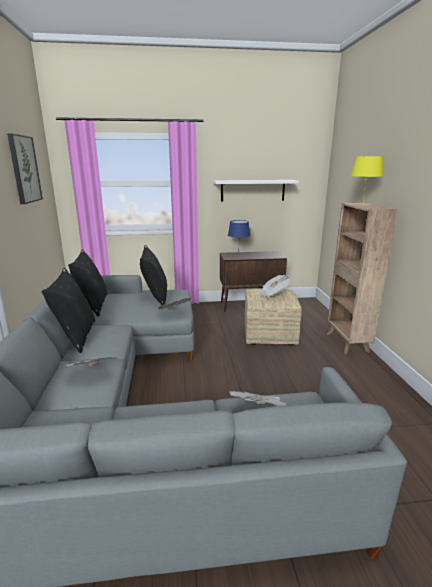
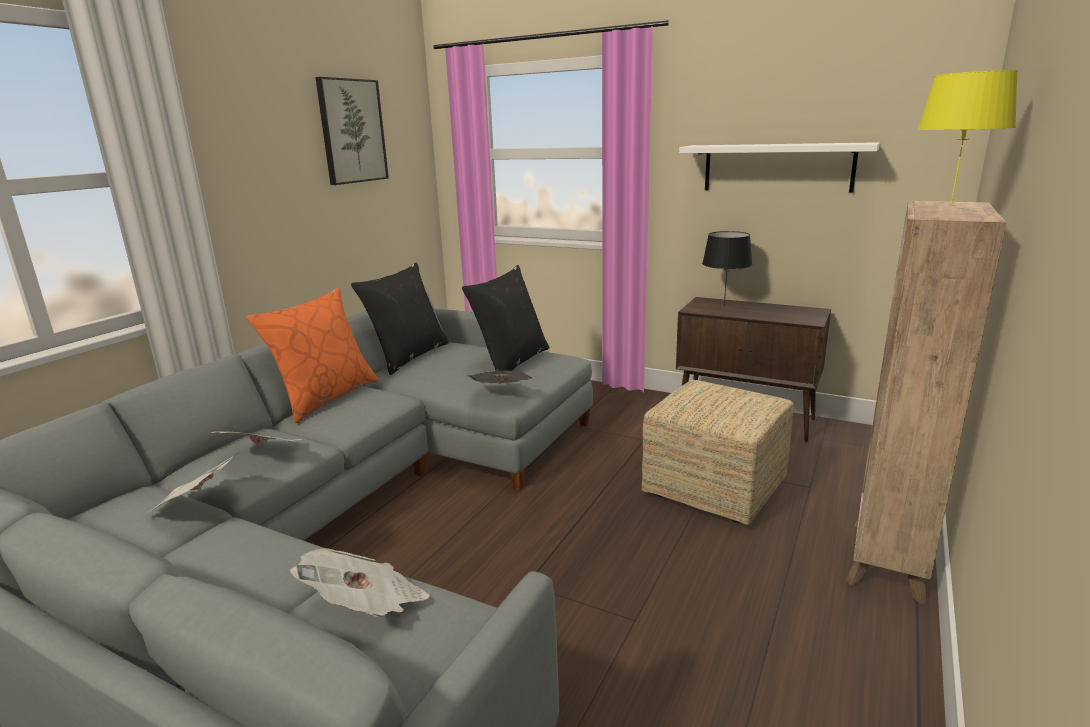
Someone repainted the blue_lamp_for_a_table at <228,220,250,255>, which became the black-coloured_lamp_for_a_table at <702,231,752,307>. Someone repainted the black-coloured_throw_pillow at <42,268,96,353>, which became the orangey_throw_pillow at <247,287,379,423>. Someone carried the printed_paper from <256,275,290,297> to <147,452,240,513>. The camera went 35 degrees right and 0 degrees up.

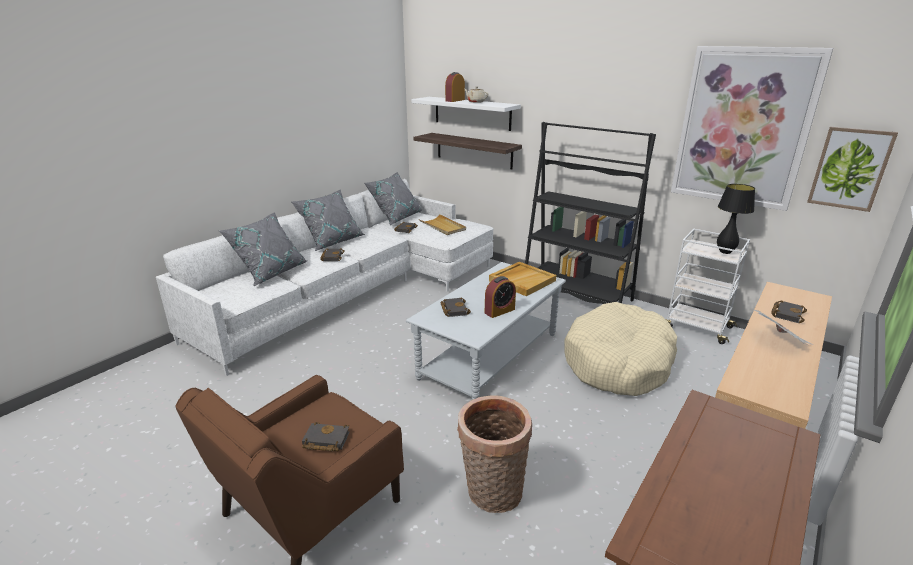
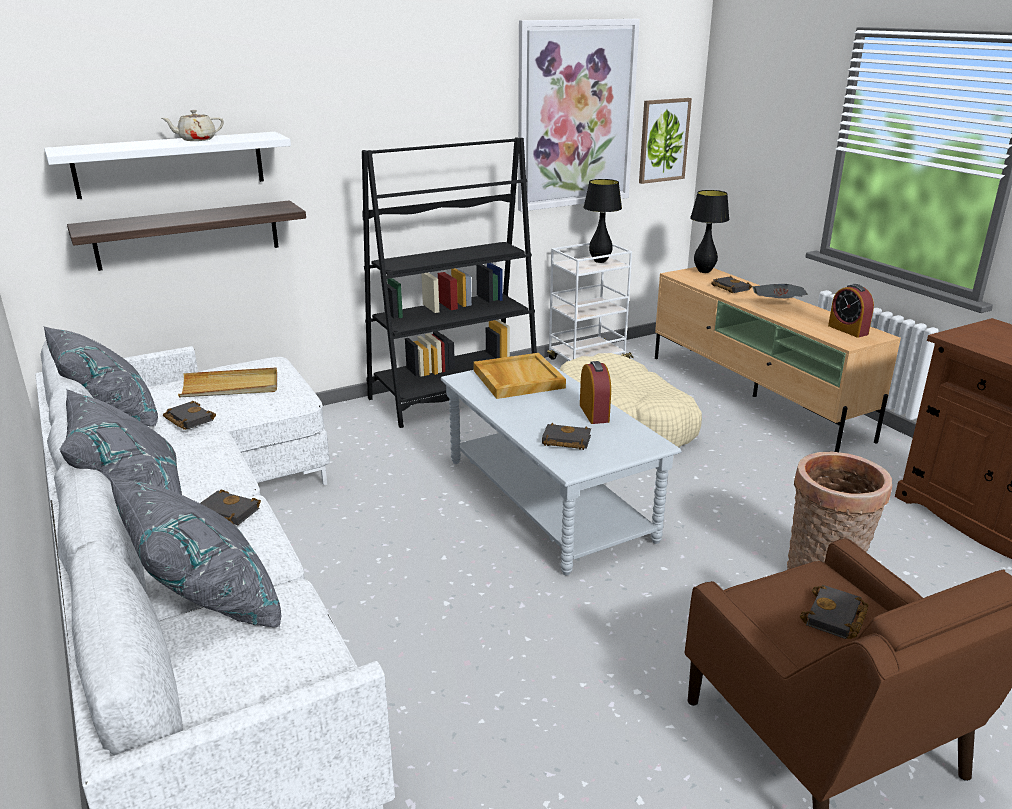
Someone carried the bedside_clock from <445,72,465,102> to <828,284,874,338>. Someone put down the black-coloured_lamp_for_a_table at <690,190,729,273>. The camera went 65 degrees left and 0 degrees up.

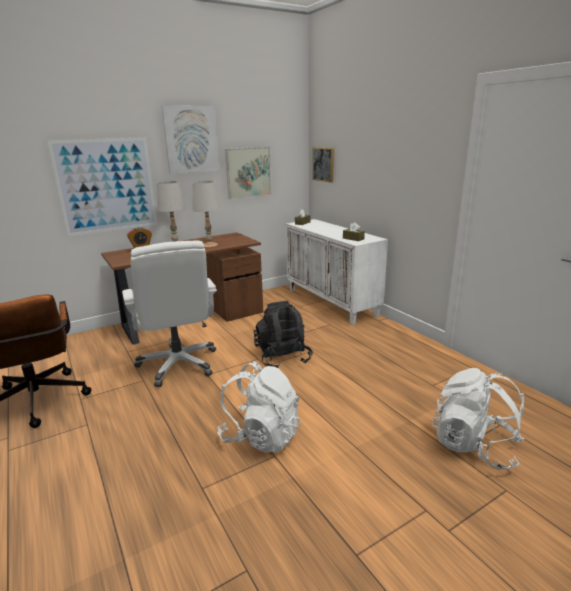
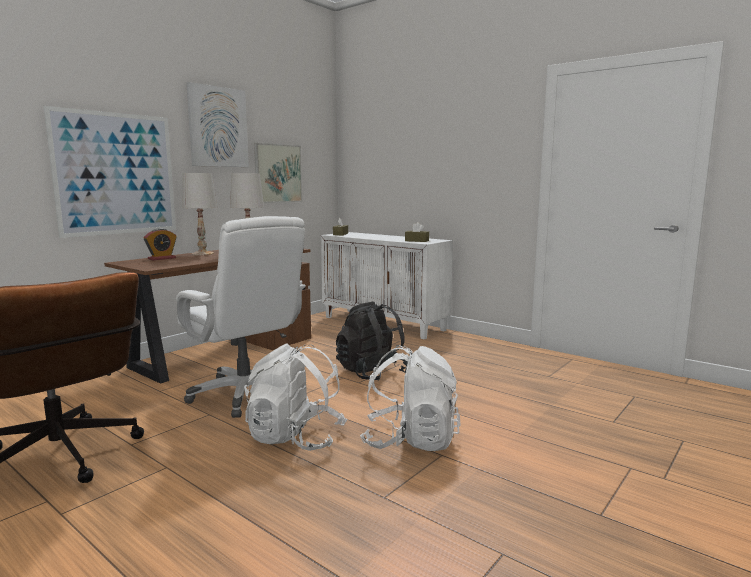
Someone took away the wall_art at <313,147,334,183>. Someone carried the white_backpack from <432,368,525,470> to <244,343,347,451>. The camera went 20 degrees left and 10 degrees down.

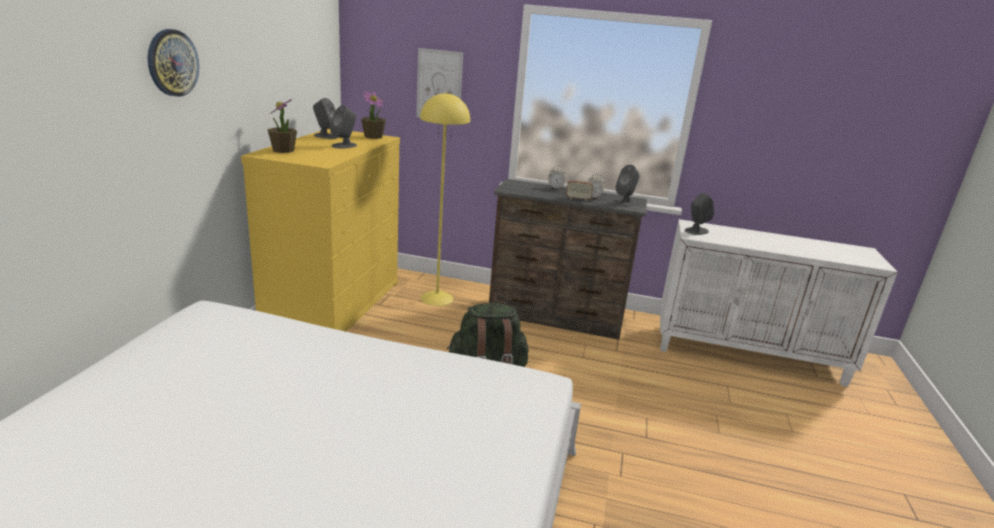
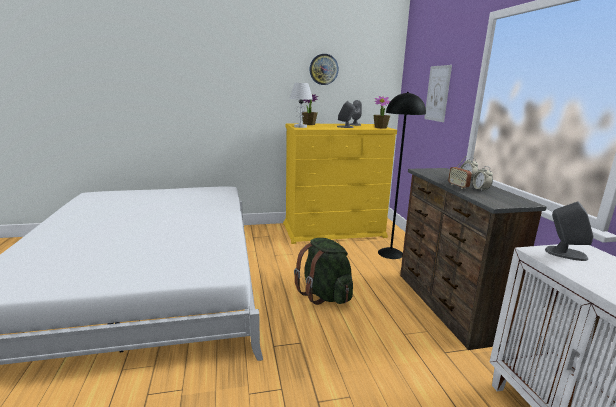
Someone carried the clock_on_the_wall from <148,29,199,97> to <309,54,338,85>. Someone repainted the yellowish_standing_lamp at <420,92,470,306>, which became the black-coloured_standing_lamp at <378,92,426,259>. Someone took away the greyish_loudspeaker at <614,165,640,207>. Someone put down the white_lamp_for_a_table at <289,83,313,128>. The camera went 65 degrees right and 5 degrees down.

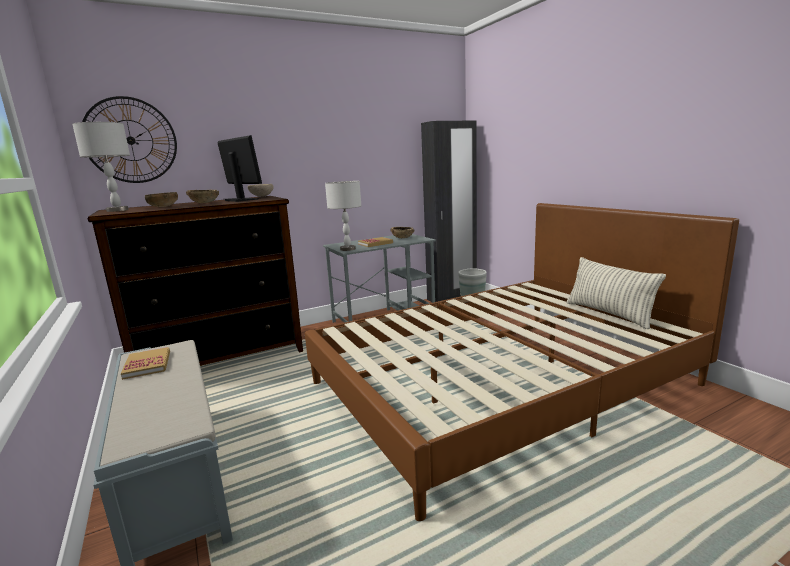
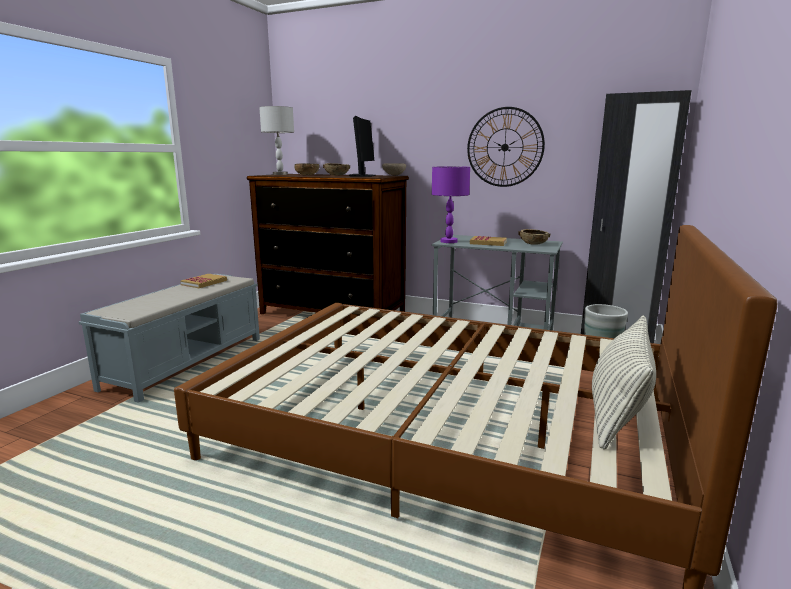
Someone carried the clock_on_the_wall from <82,96,177,183> to <467,107,545,187>. Someone repainted the greyish_lamp_for_a_table at <325,181,361,251>, which became the purple-coloured_lamp_for_a_table at <432,166,470,243>. The camera went 50 degrees right and 0 degrees up.

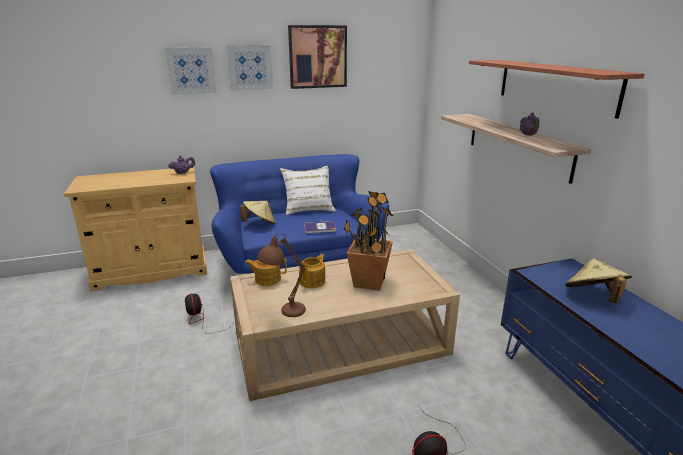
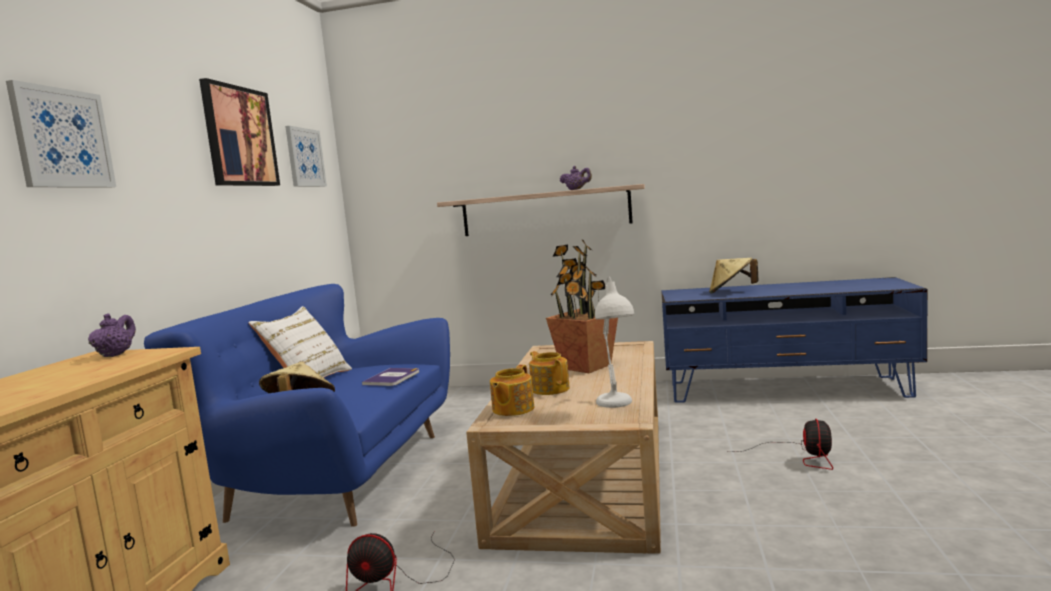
Someone carried the wall_art from <227,45,273,91> to <285,126,327,187>. Someone took away the bracket_shelf at <469,60,645,119>. Someone repainted the brownish_lamp_for_a_table at <257,234,306,317>, which became the white_lamp_for_a_table at <595,277,634,408>. The camera went 60 degrees left and 15 degrees down.

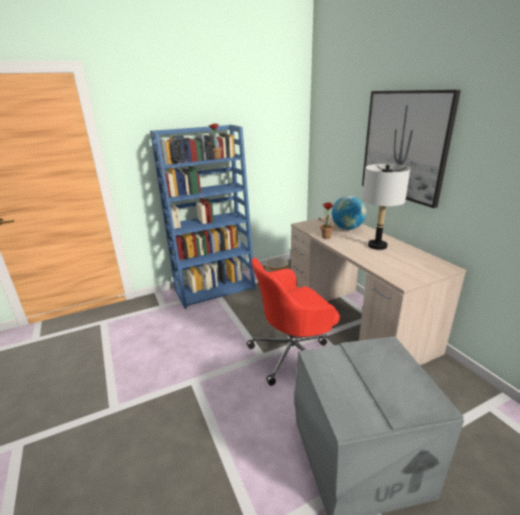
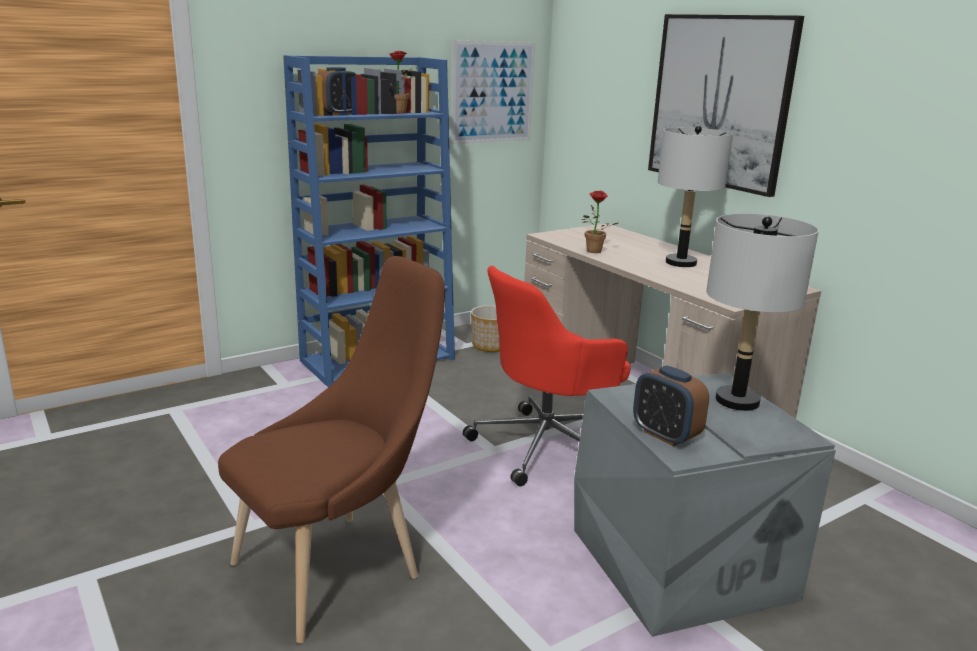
Someone took away the world_globe at <332,196,367,230>. Someone put up the wall_art at <451,40,535,144>. Someone put down the greyish_lamp_for_a_table at <706,213,819,411>. Someone put down the brownish_plain_chair at <218,256,445,643>. Someone put down the bedside_clock at <633,365,709,446>. The camera went 10 degrees left and 5 degrees down.

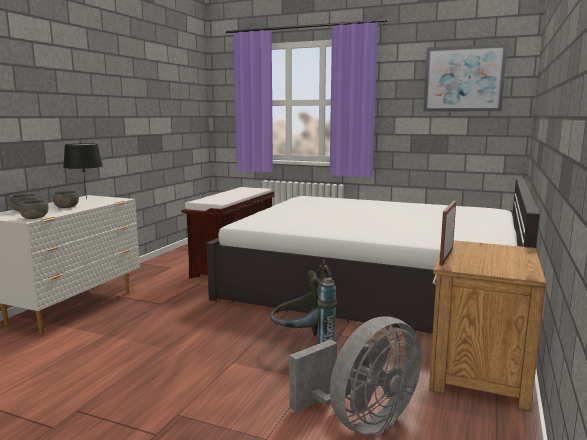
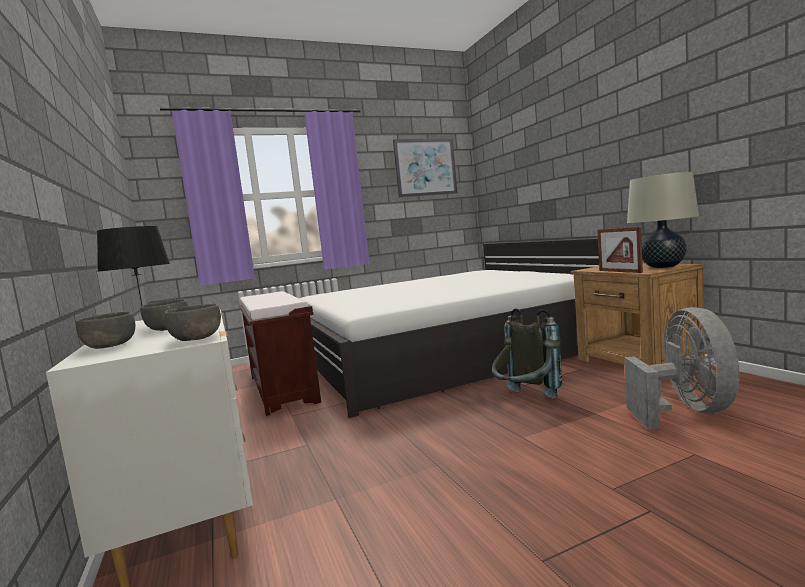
Someone put down the beige_lamp_for_a_table at <627,172,699,268>. The camera went 45 degrees left and 5 degrees down.

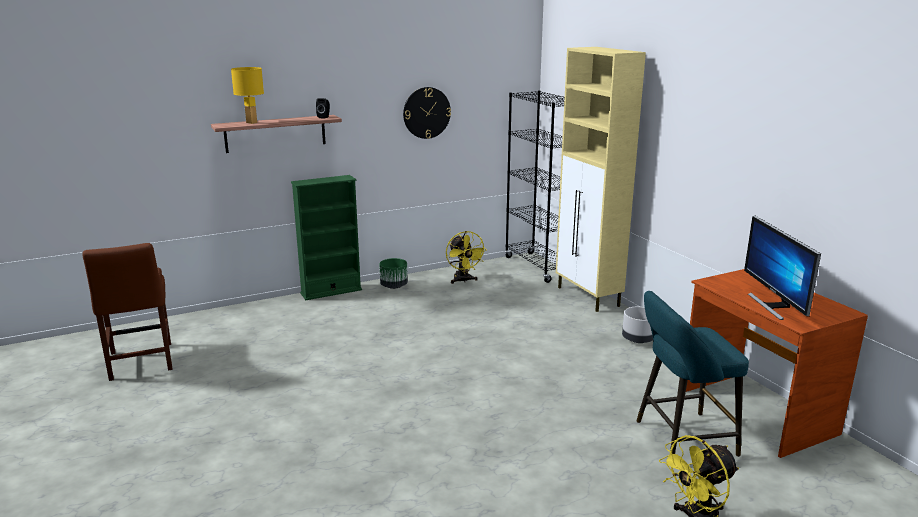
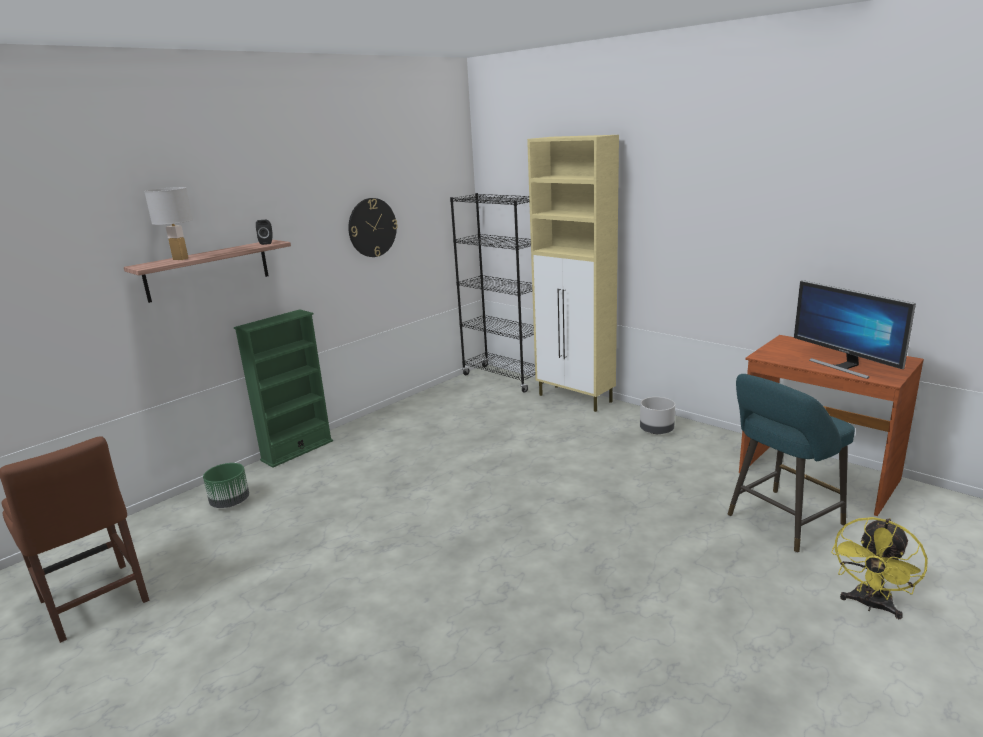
Someone repainted the yellowish_lamp_for_a_table at <231,67,264,124>, which became the white_lamp_for_a_table at <144,187,193,260>. Someone took away the yellowish_cooling_fan at <446,231,487,284>. Someone carried the green_plant_pot from <379,258,408,289> to <203,463,249,508>. The camera went 20 degrees left and 0 degrees up.

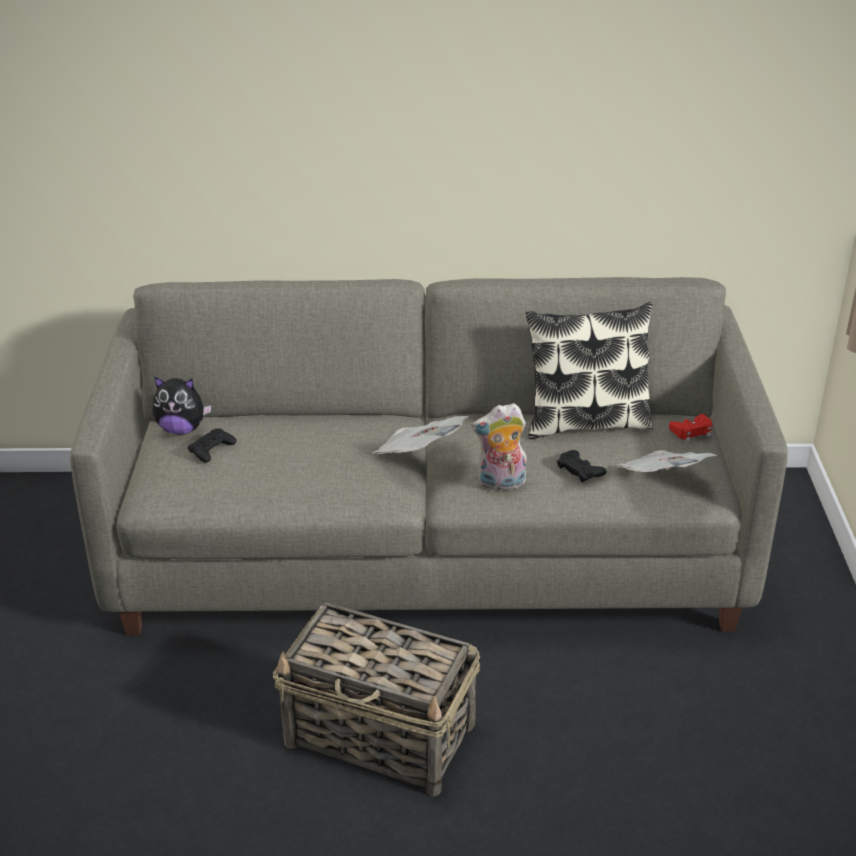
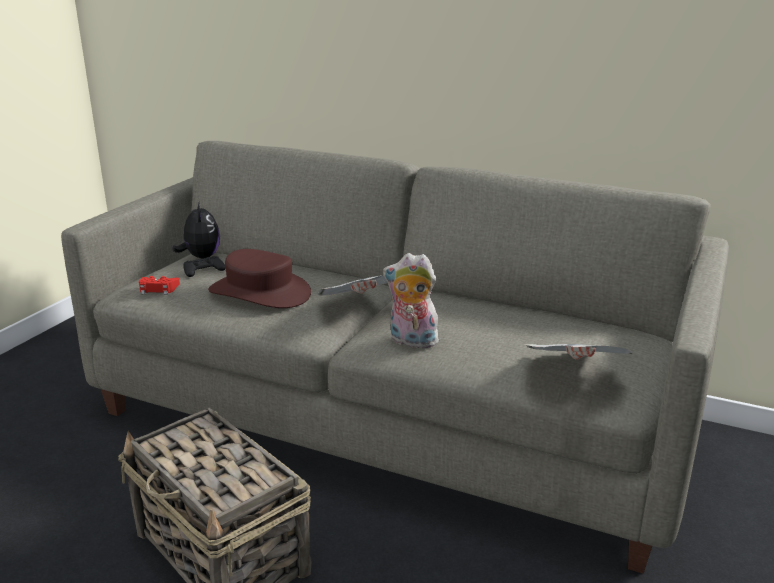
Someone took away the throw_pillow at <525,302,654,439>. Someone rotated the plush_toy at <153,377,211,435> by 135 degrees counterclockwise. Someone carried the red-coloured_joypad from <669,414,712,442> to <139,276,180,295>. Someone took away the black-coloured_joypad at <557,450,607,483>. Someone put down the brownish_clothing_hat at <208,249,311,308>. The camera went 25 degrees right and 10 degrees down.

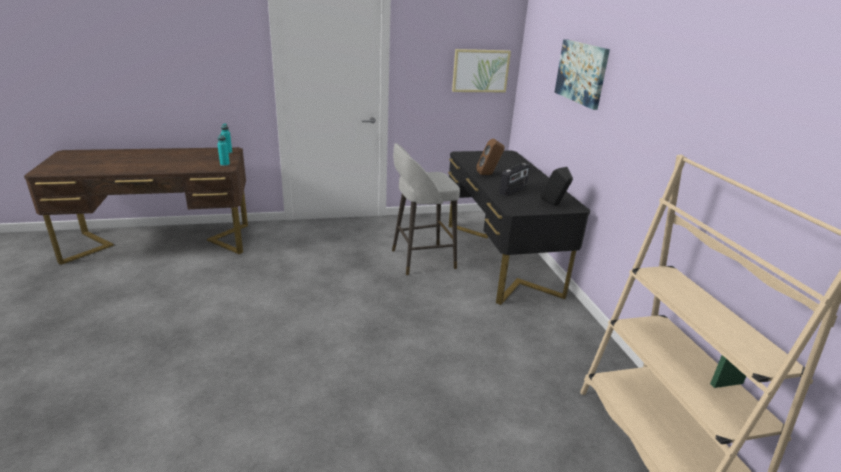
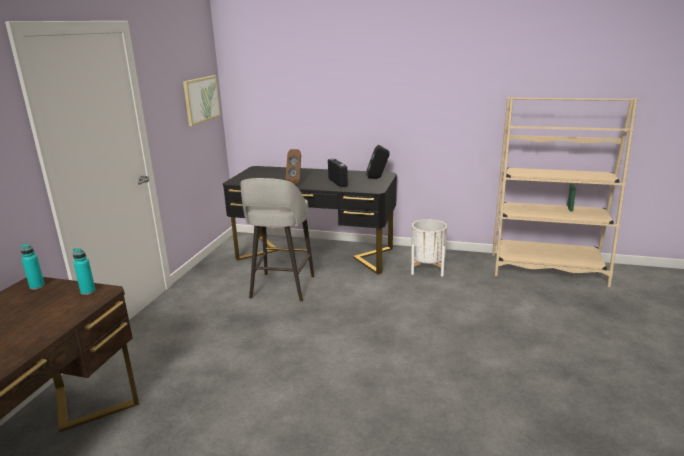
Someone took away the wall_art at <554,39,610,110>. Someone put down the white_plant_pot at <411,219,447,277>. The camera went 60 degrees left and 5 degrees down.

